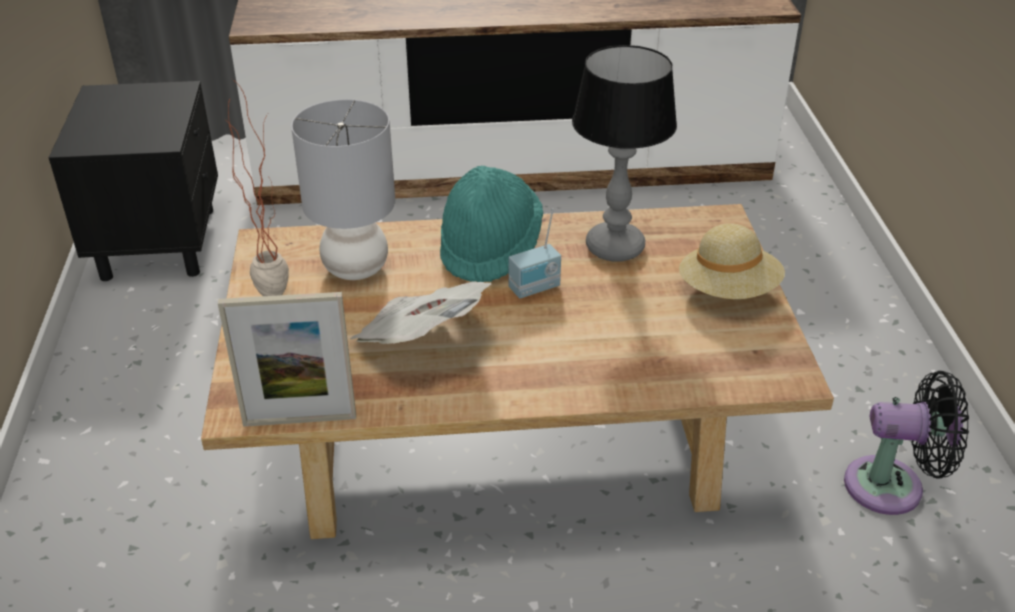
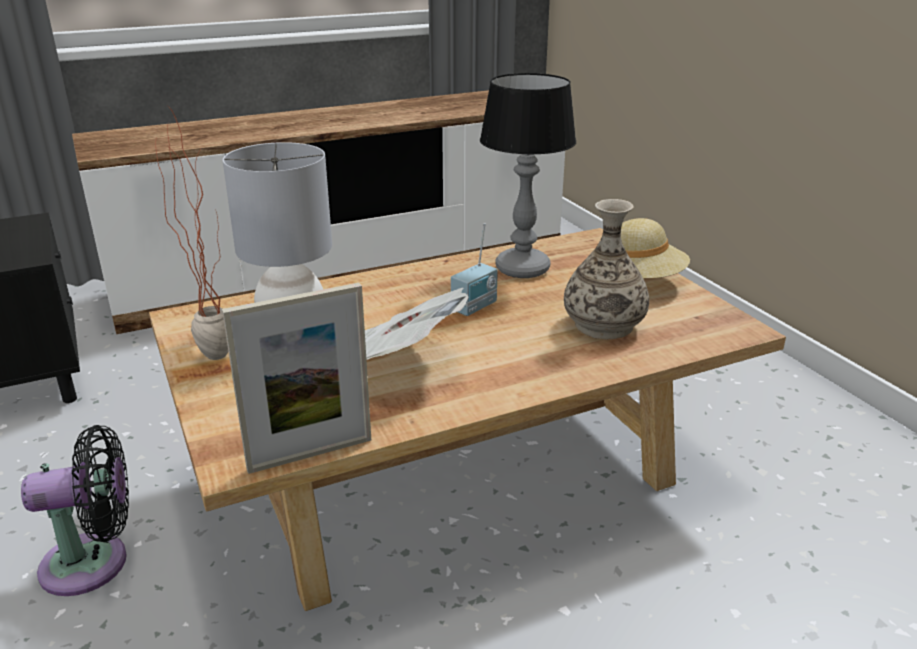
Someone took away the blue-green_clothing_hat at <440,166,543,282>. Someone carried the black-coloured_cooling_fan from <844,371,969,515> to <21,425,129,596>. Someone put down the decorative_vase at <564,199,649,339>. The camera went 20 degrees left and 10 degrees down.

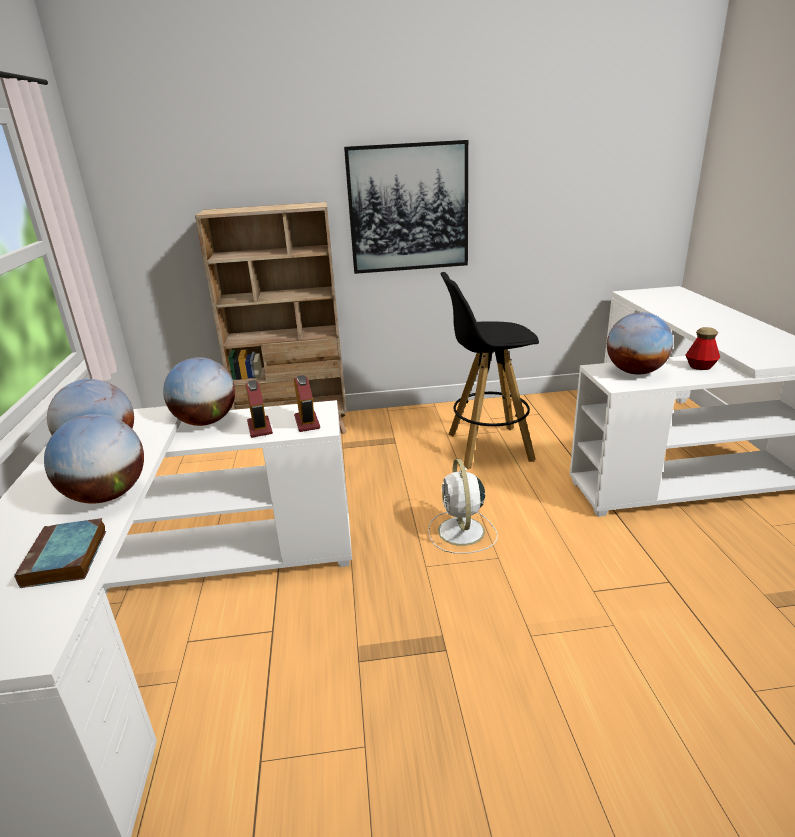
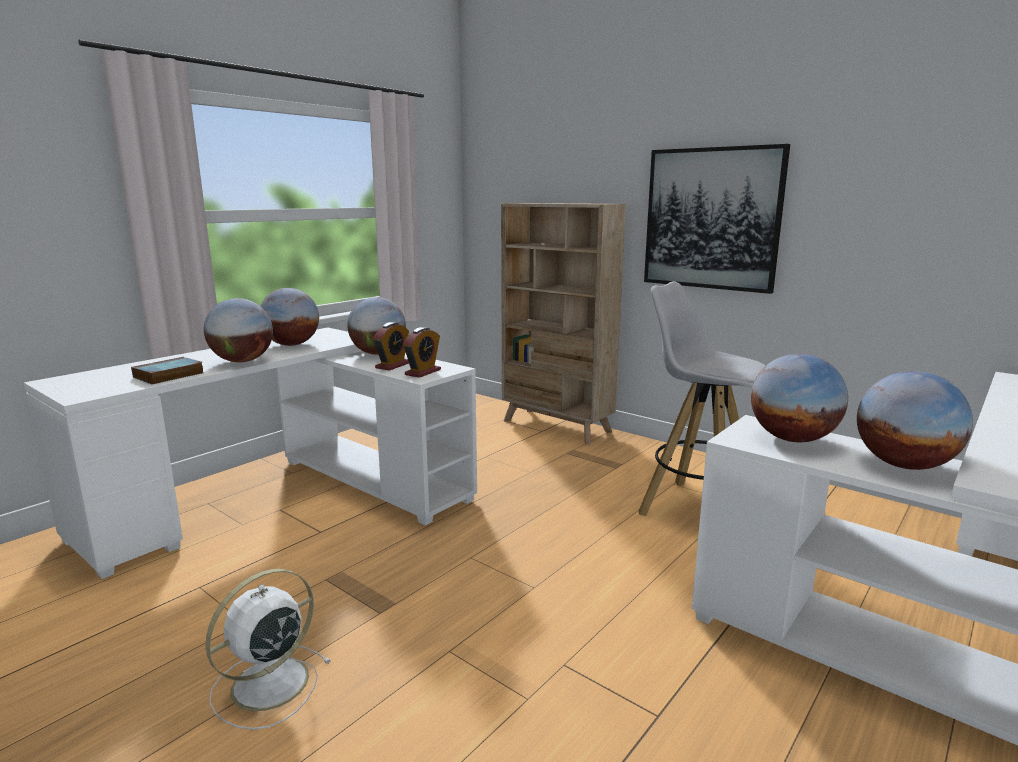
Someone repainted the black-coloured_sitting_stool at <441,272,539,469>, which became the white_sitting_stool at <639,281,766,516>. Someone swapped the drink_bottle at <686,327,720,370> for the world_globe at <857,371,973,470>. Someone carried the white_cooling_fan from <428,459,498,554> to <205,569,331,730>. The camera went 45 degrees right and 10 degrees down.

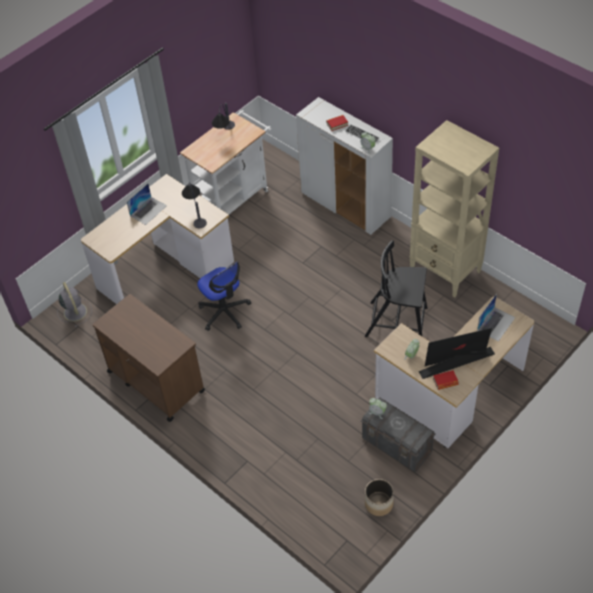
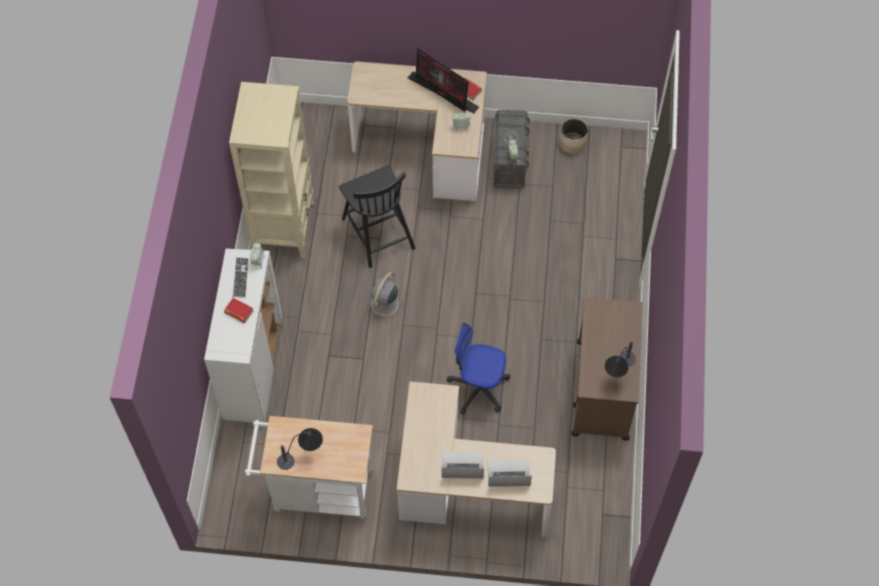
Someone carried the lamp_for_a_table from <182,183,207,228> to <605,341,636,377>. Someone rotated the office_chair at <197,262,251,331> by 90 degrees counterclockwise. Someone carried the greyish_cooling_fan from <57,282,92,327> to <364,272,403,323>. Someone carried the laptop from <477,294,515,341> to <487,460,532,487>. The camera went 130 degrees left and 10 degrees up.

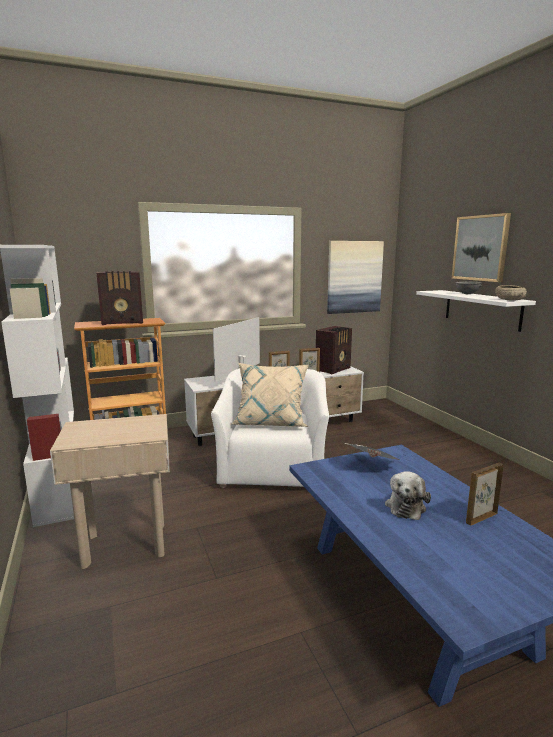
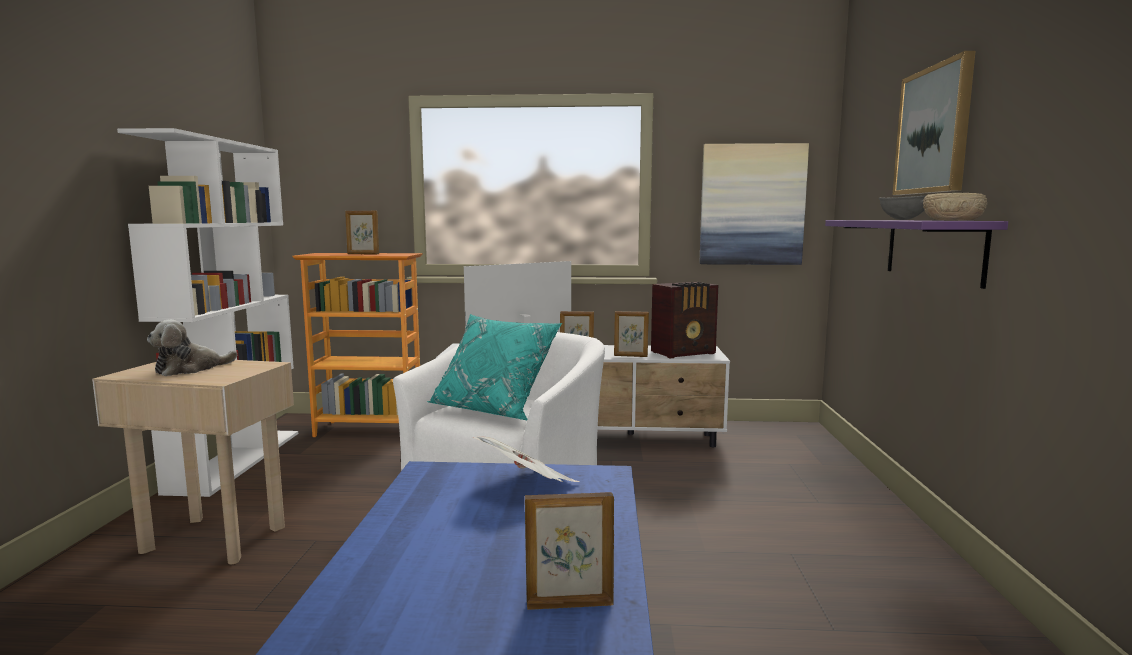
Someone swapped the radio_set at <96,271,143,325> for the standing_frame at <345,211,379,254>. Someone repainted the white_bracket_shelf at <416,290,536,332>, which became the purple-coloured_bracket_shelf at <825,220,1008,289>. Someone repainted the beige_throw_pillow at <231,363,309,427>, which became the blue-green_throw_pillow at <427,314,562,420>. Someone carried the plush_toy from <385,471,431,520> to <147,319,237,376>. The camera went 25 degrees right and 5 degrees down.

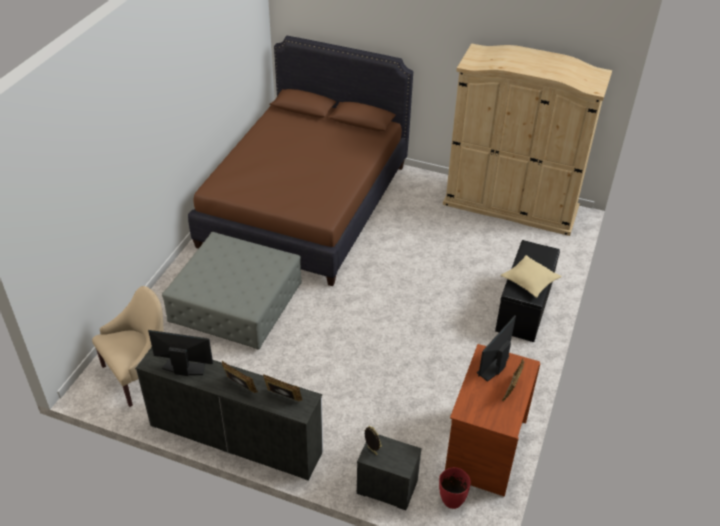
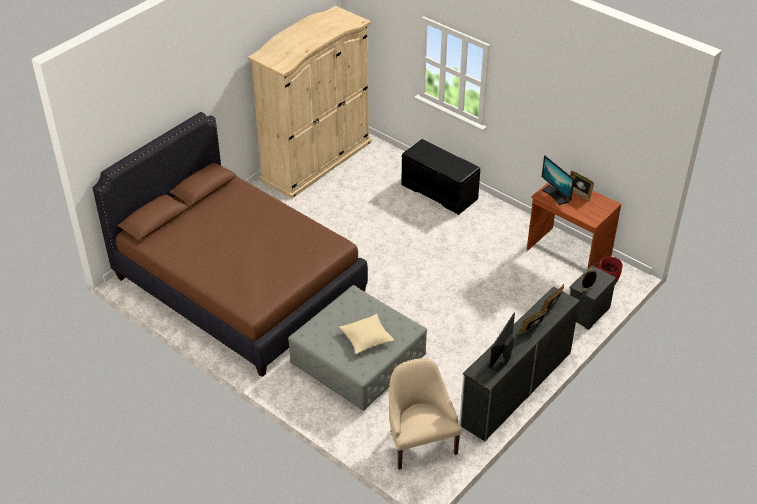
Someone carried the beige_throw_pillow from <501,255,562,298> to <339,314,395,354>. The camera went 70 degrees left and 0 degrees up.

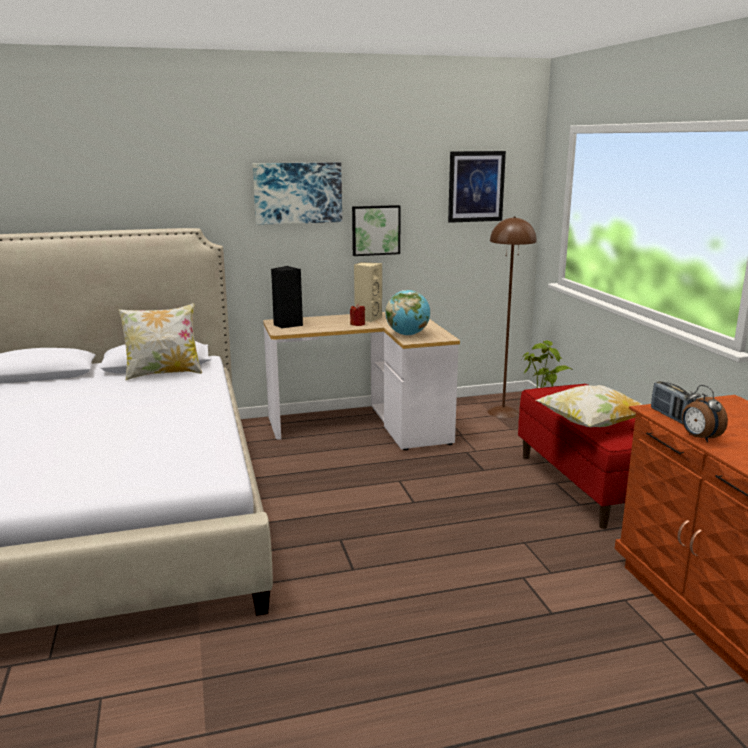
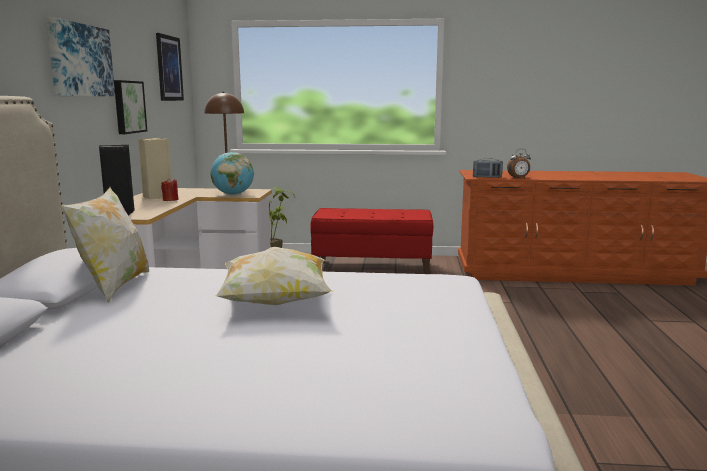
Someone carried the throw_pillow from <536,385,643,427> to <215,247,333,305>. The camera went 70 degrees left and 5 degrees down.

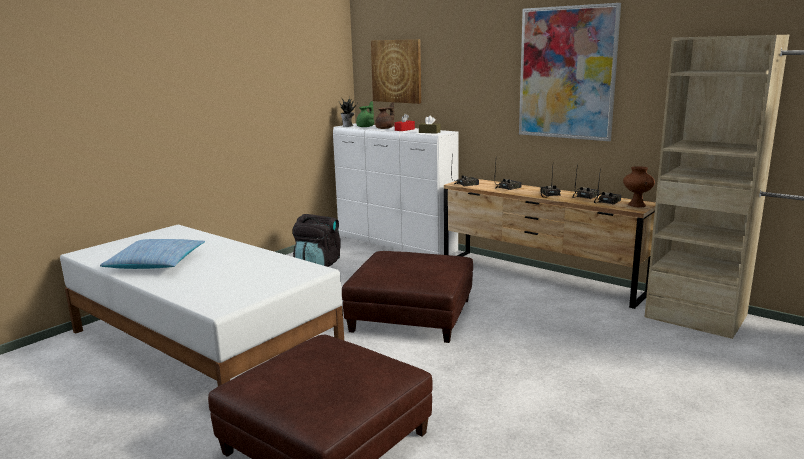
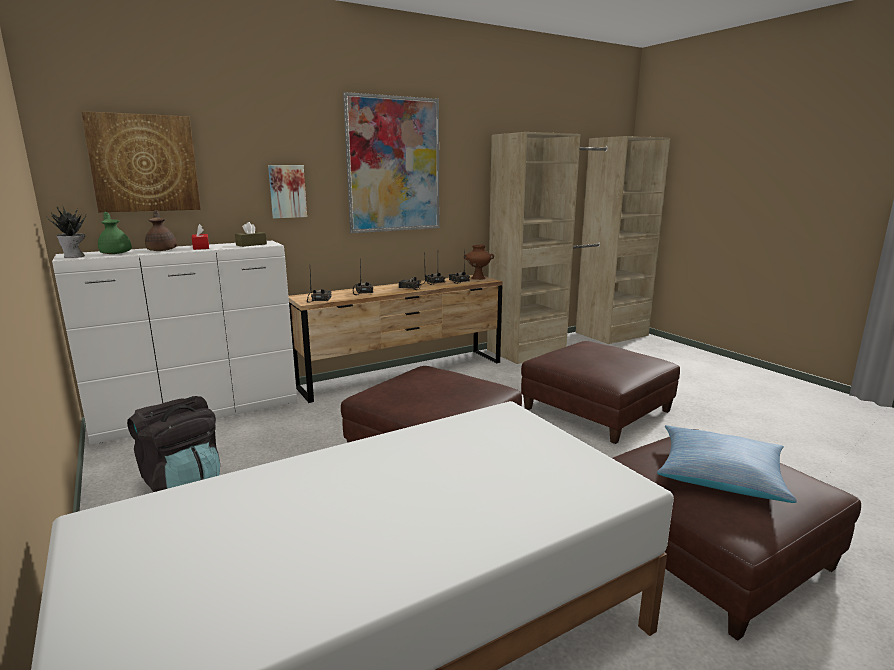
Someone carried the throw_pillow from <100,239,205,269> to <657,425,797,503>. Someone put up the wall_art at <268,165,307,219>. Someone put down the brownish_ottoman at <521,341,680,444>. The camera went 70 degrees left and 0 degrees up.

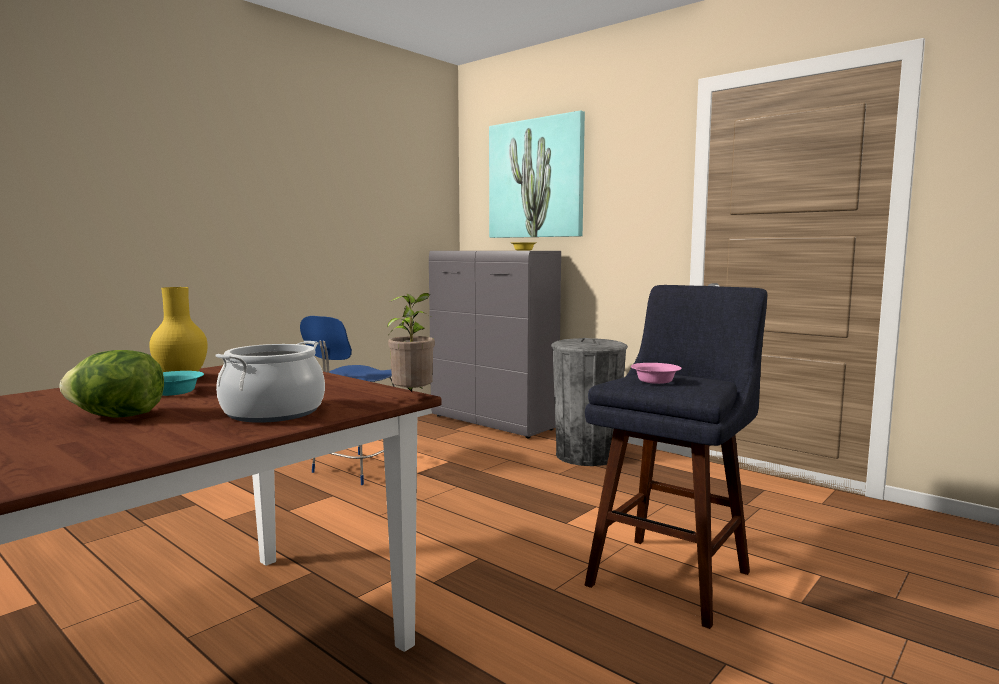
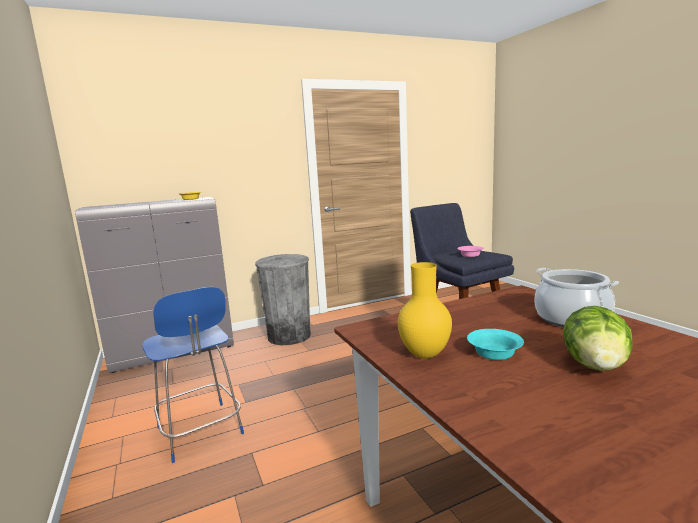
Someone took away the wall_art at <489,111,585,238>. Someone took away the houseplant at <387,293,435,392>. The camera went 65 degrees left and 5 degrees up.

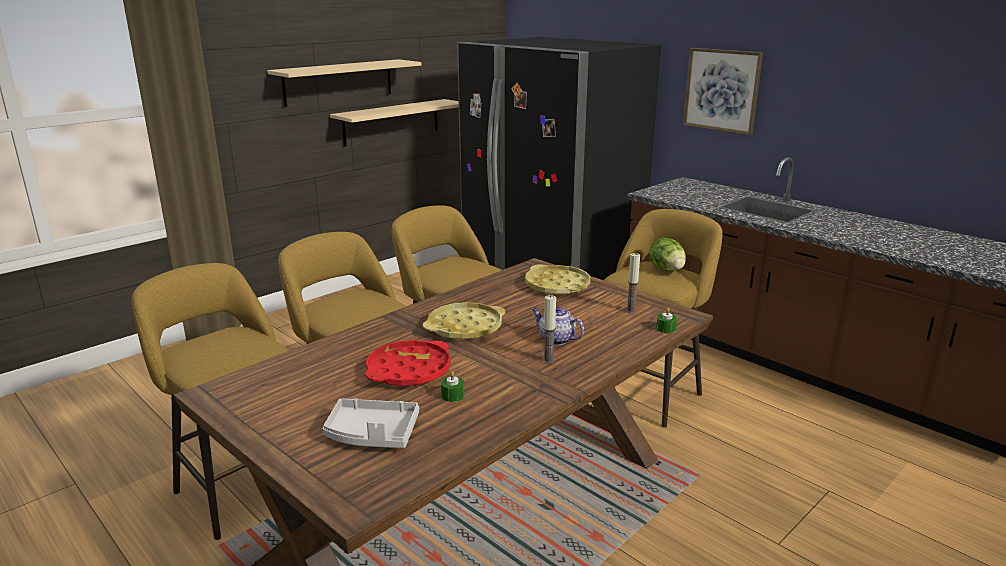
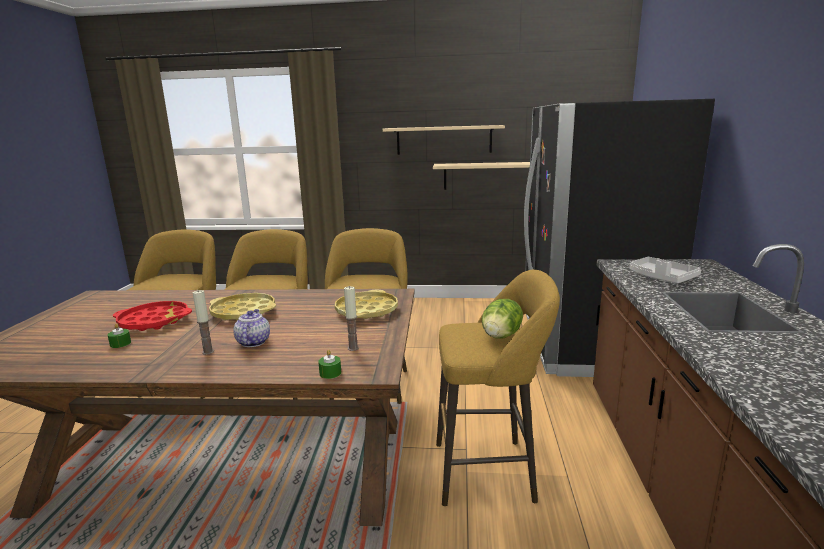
Someone took away the wall_art at <683,48,763,135>. Someone carried the greyish_tray from <323,398,419,448> to <629,257,701,284>. The camera went 50 degrees right and 5 degrees down.

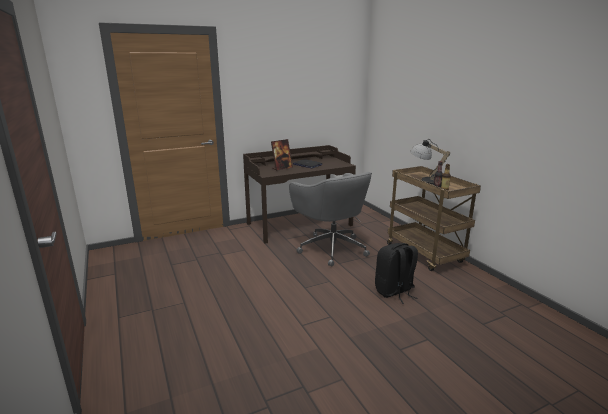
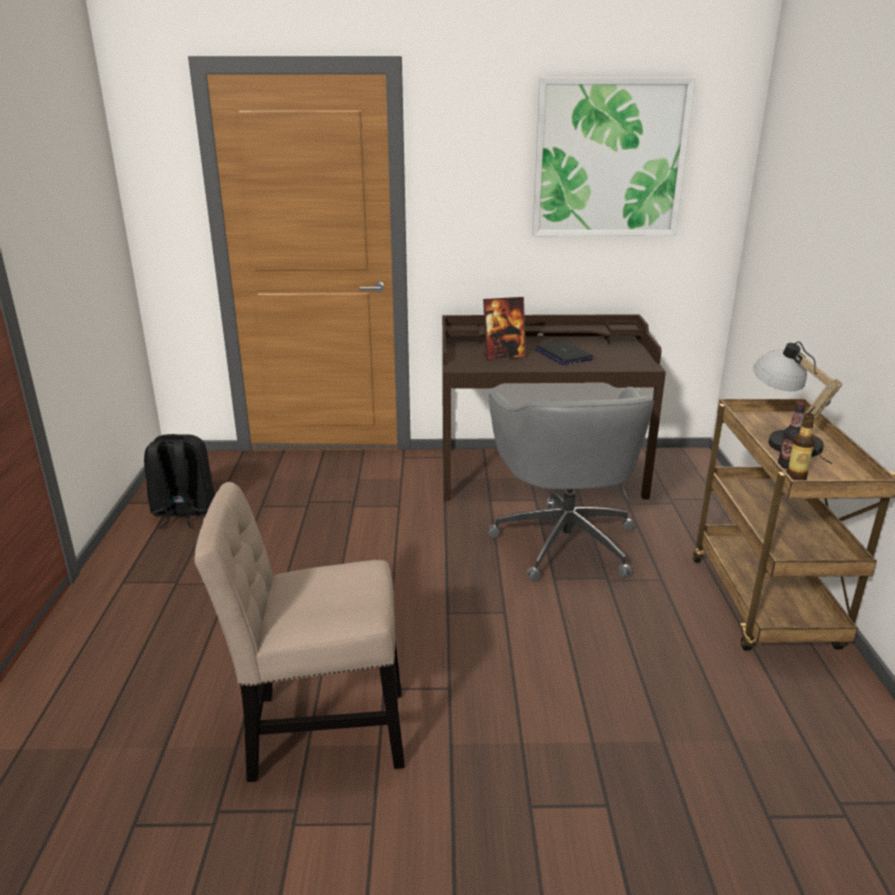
Someone carried the black-coloured_backpack from <375,243,418,304> to <144,434,215,529>. Someone put up the wall_art at <532,78,695,236>. Someone put down the beige_plain_chair at <194,482,404,782>. The camera went 25 degrees right and 5 degrees up.

